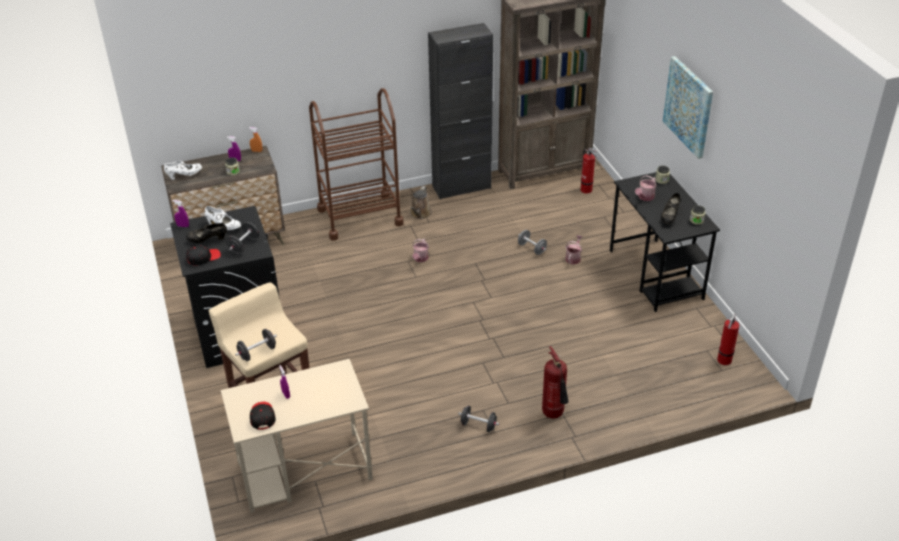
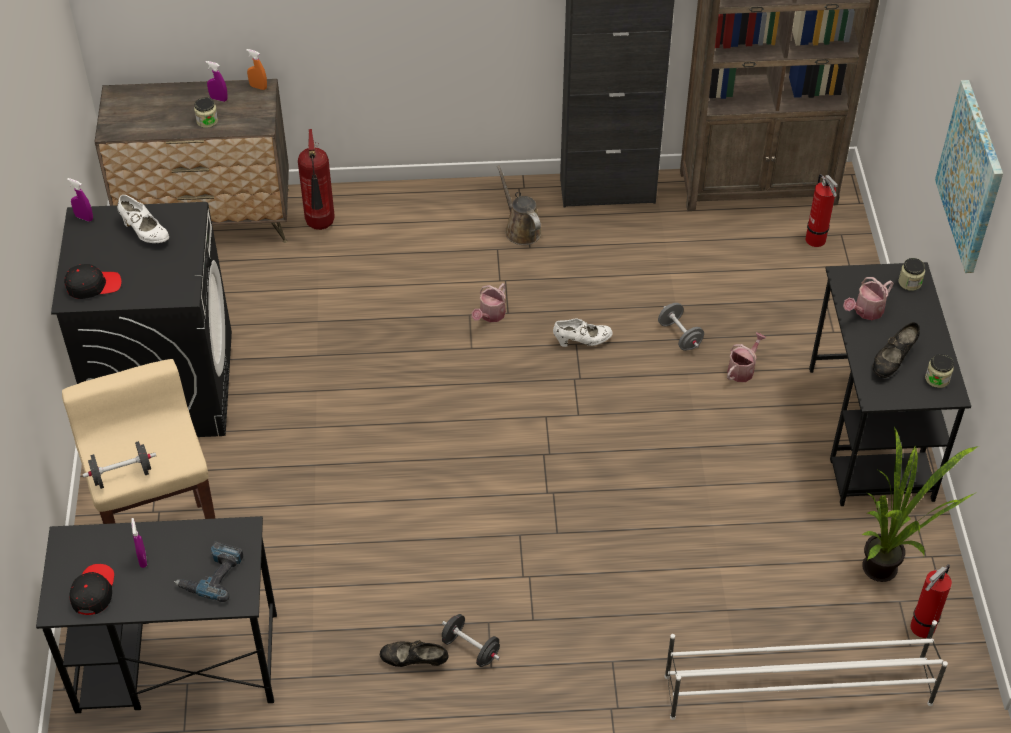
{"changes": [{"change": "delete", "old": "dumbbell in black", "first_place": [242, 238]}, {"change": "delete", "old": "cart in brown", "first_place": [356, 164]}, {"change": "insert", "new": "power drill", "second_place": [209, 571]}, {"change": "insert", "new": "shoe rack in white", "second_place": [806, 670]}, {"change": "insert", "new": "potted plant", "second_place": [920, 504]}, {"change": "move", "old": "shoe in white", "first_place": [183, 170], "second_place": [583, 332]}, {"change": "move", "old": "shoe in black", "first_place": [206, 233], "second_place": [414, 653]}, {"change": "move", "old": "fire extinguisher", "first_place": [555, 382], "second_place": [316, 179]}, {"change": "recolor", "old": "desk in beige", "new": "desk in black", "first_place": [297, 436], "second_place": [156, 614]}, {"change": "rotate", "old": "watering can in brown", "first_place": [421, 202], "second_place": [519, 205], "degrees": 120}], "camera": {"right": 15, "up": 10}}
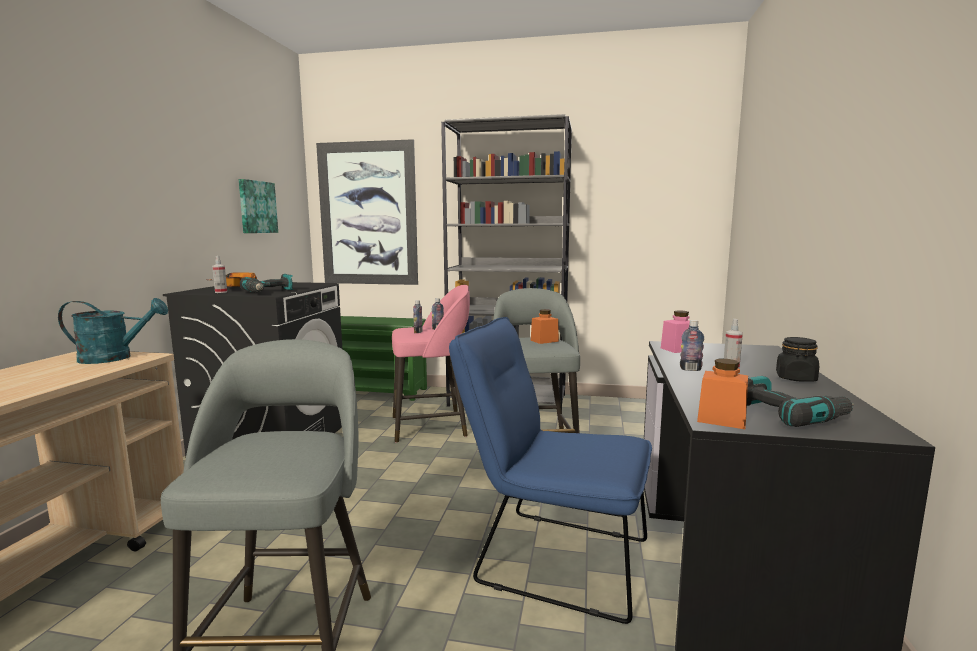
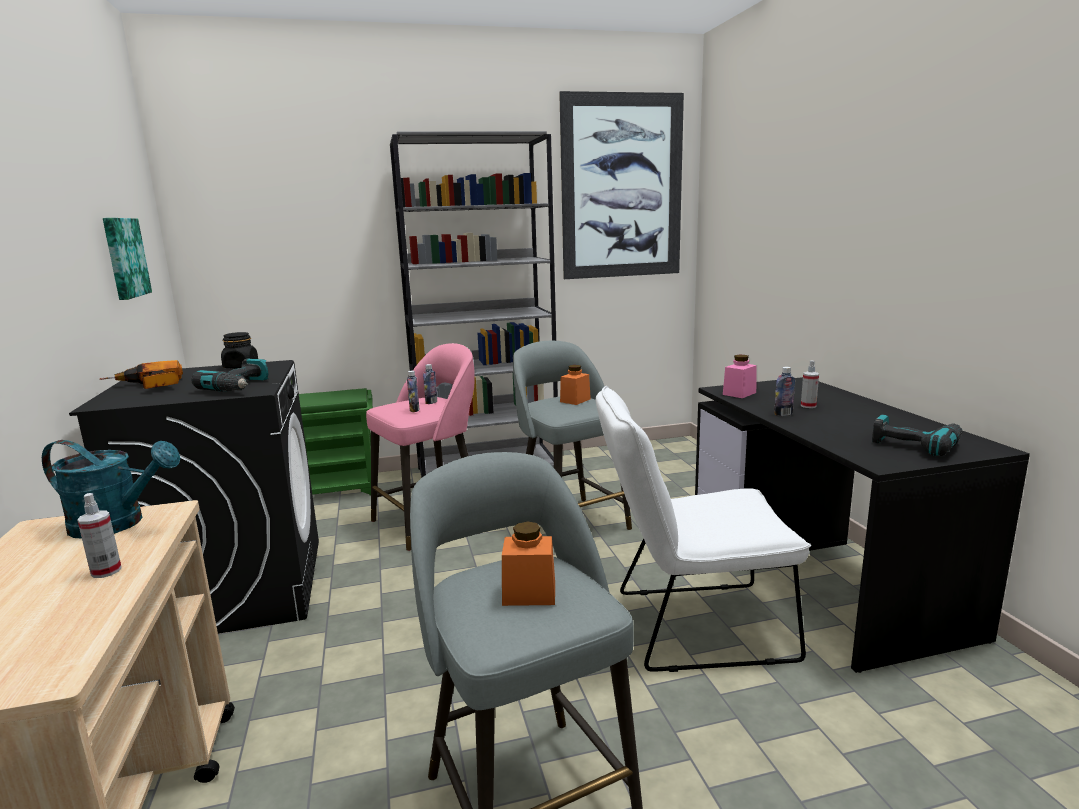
{"changes": [{"change": "move", "old": "spray bottle", "first_place": [219, 274], "second_place": [99, 535]}, {"change": "move", "old": "picture", "first_place": [367, 212], "second_place": [621, 185]}, {"change": "move", "old": "jar in orange", "first_place": [722, 394], "second_place": [528, 563]}, {"change": "move", "old": "jar in black", "first_place": [797, 359], "second_place": [239, 350]}, {"change": "recolor", "old": "chair in blue", "new": "chair in white", "first_place": [550, 470], "second_place": [703, 529]}, {"change": "rotate", "old": "watering can in turquoise", "first_place": [113, 331], "second_place": [111, 489], "degrees": 45}], "camera": {"right": -25, "up": 5}}
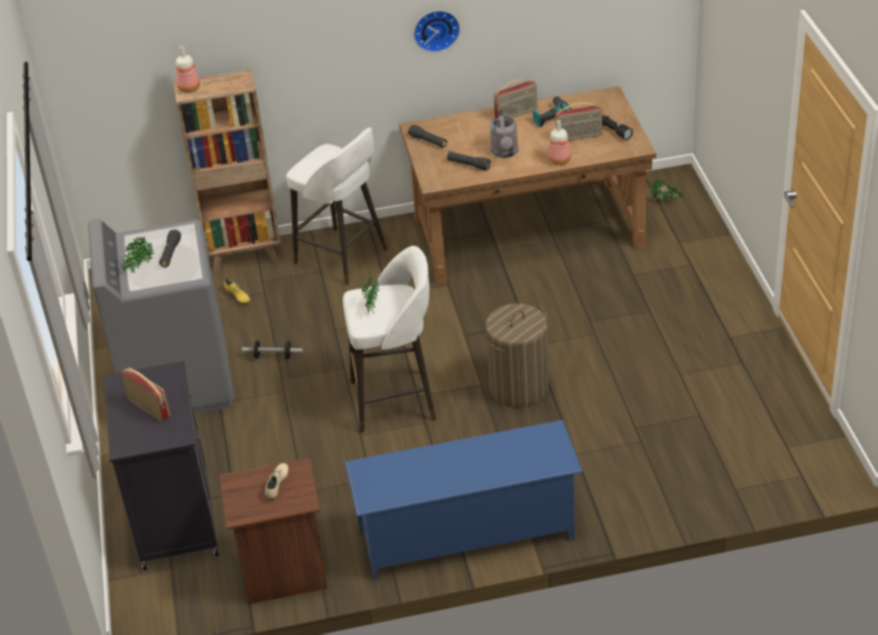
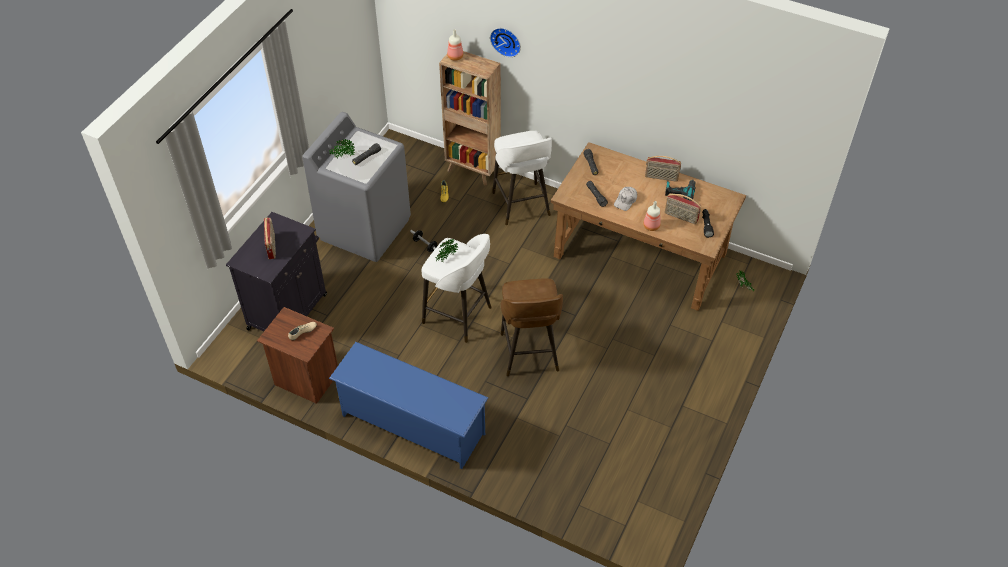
{"changes": [{"change": "move", "old": "wall clock", "first_place": [437, 31], "second_place": [505, 42]}, {"change": "replace", "old": "laundry basket", "new": "stool in brown", "first_place": [517, 355], "second_place": [532, 327]}, {"change": "replace", "old": "watering can in grey", "new": "cap in white", "first_place": [504, 133], "second_place": [625, 199]}], "camera": {"right": 35, "up": 10}}
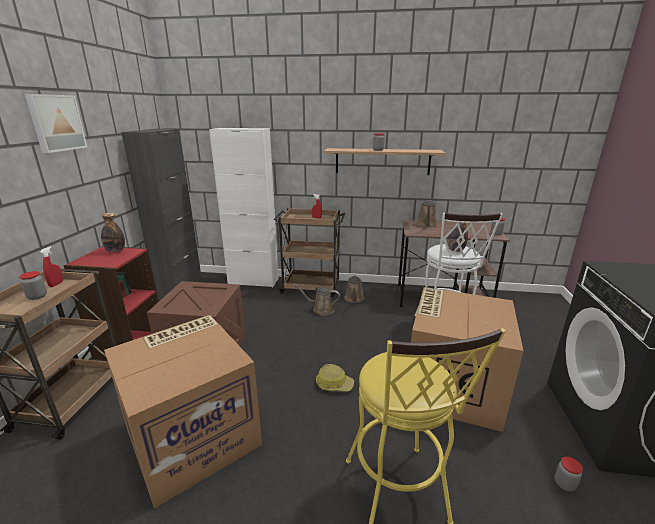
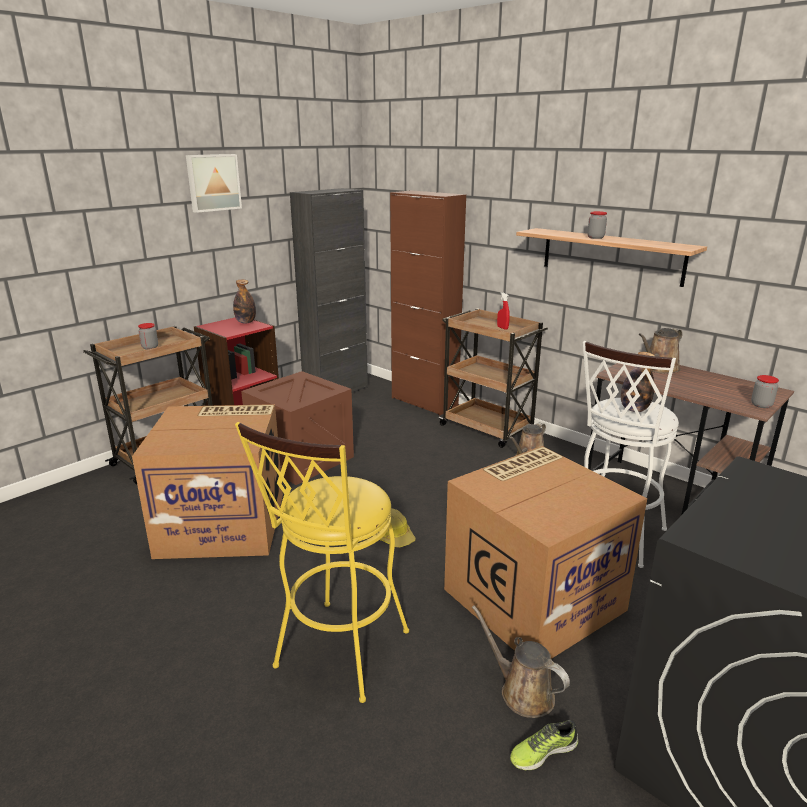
{"changes": [{"change": "delete", "old": "spray bottle in red", "first_place": [51, 266]}, {"change": "move", "old": "watering can in brown", "first_place": [316, 299], "second_place": [521, 661]}, {"change": "replace", "old": "jar", "new": "shoe", "first_place": [569, 473], "second_place": [544, 745]}, {"change": "recolor", "old": "cabinet in white", "new": "cabinet in brown", "first_place": [244, 208], "second_place": [428, 302]}], "camera": {"right": 35, "up": 0}}
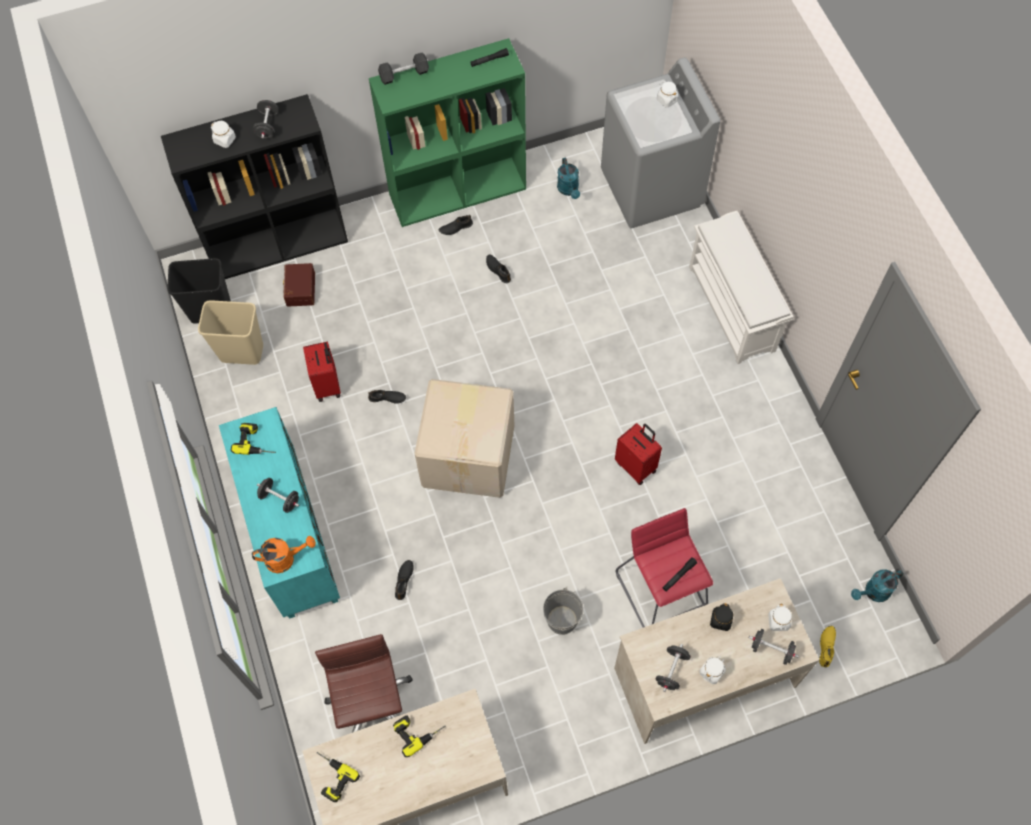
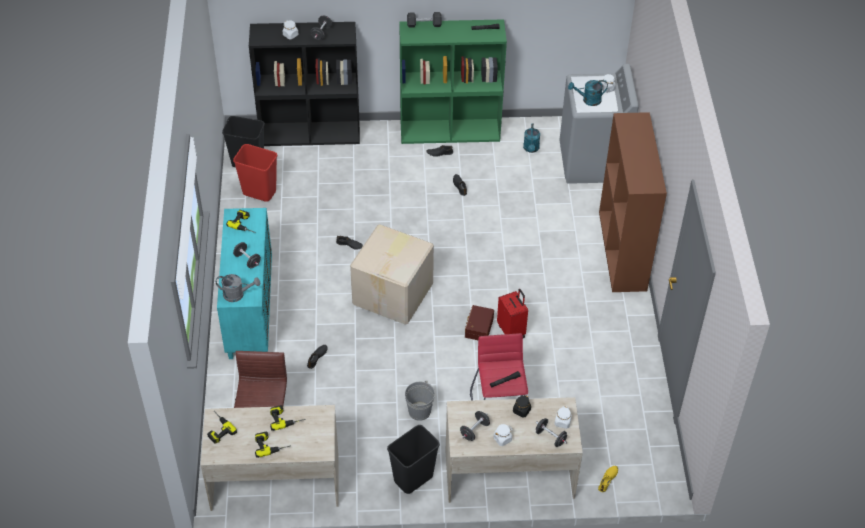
{"changes": [{"change": "delete", "old": "suitcase in red", "first_place": [322, 371]}, {"change": "insert", "new": "power drill", "second_place": [273, 444]}, {"change": "insert", "new": "trash can in black", "second_place": [413, 459]}, {"change": "move", "old": "storage box in brown", "first_place": [299, 285], "second_place": [479, 322]}, {"change": "move", "old": "watering can in turquoise", "first_place": [877, 585], "second_place": [588, 93]}, {"change": "replace", "old": "shoe rack in white", "new": "bookcase in brown", "first_place": [741, 287], "second_place": [633, 202]}, {"change": "recolor", "old": "trash can in beige", "new": "trash can in red", "first_place": [230, 332], "second_place": [255, 173]}, {"change": "recolor", "old": "watering can in orange", "new": "watering can in grey", "first_place": [284, 554], "second_place": [238, 288]}], "camera": {"right": 15, "up": -15}}
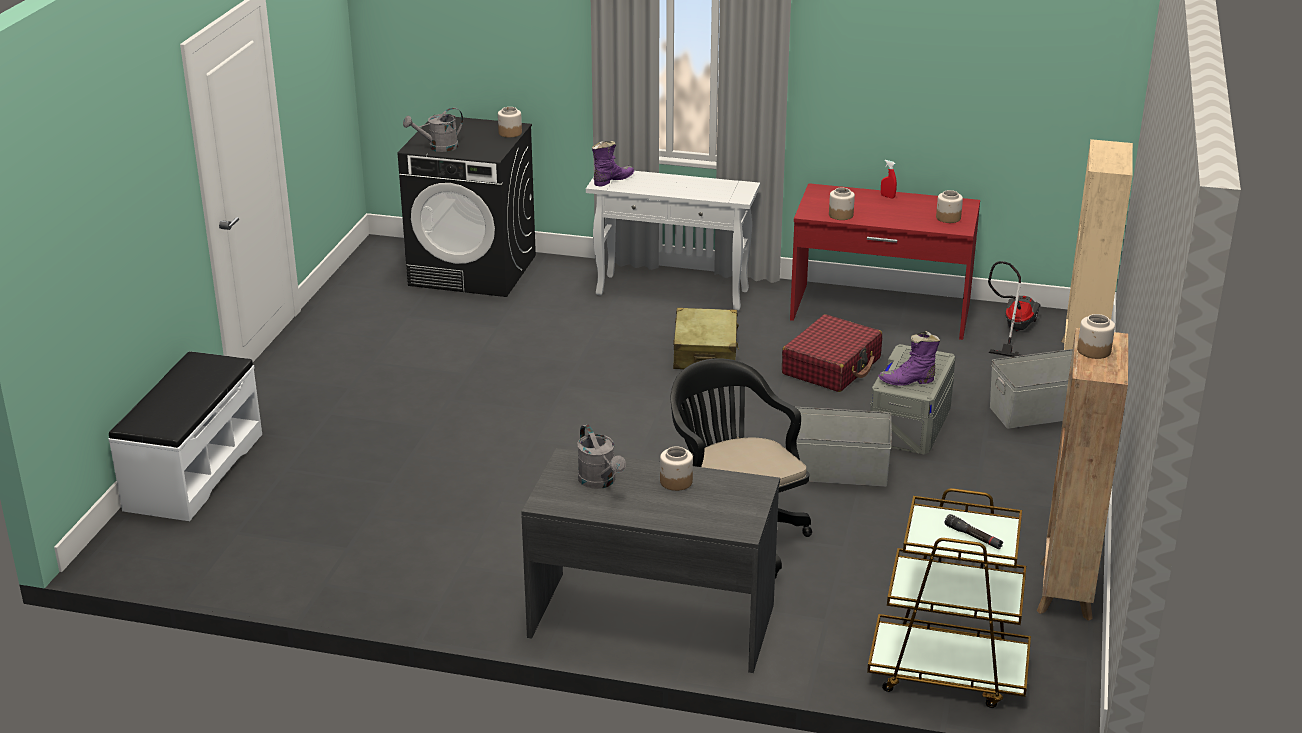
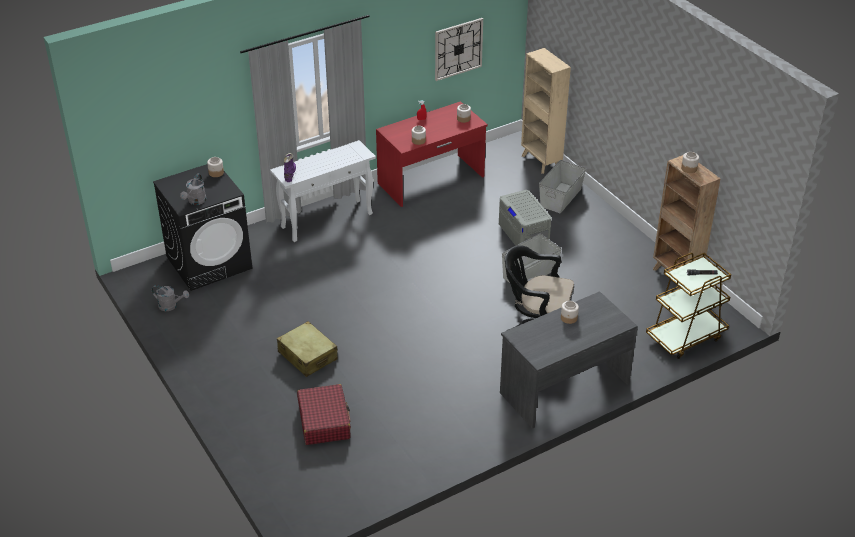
{"changes": [{"change": "delete", "old": "bench in white", "first_place": [185, 436]}, {"change": "delete", "old": "boot in purple", "first_place": [909, 358]}, {"change": "delete", "old": "vacuum cleaner", "first_place": [1014, 309]}, {"change": "insert", "new": "wall clock", "second_place": [459, 49]}, {"change": "move", "old": "watering can in grey", "first_place": [601, 456], "second_place": [170, 298]}, {"change": "move", "old": "suitcase in beige", "first_place": [706, 338], "second_place": [307, 349]}, {"change": "move", "old": "suitcase in red", "first_place": [832, 353], "second_place": [324, 414]}], "camera": {"right": -45, "up": 10}}
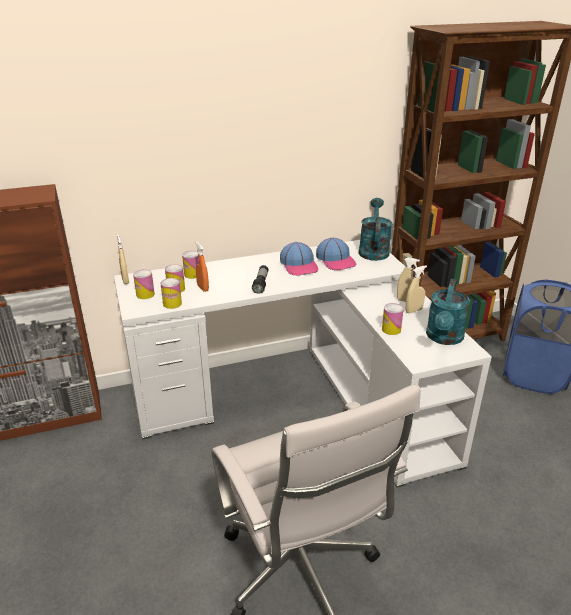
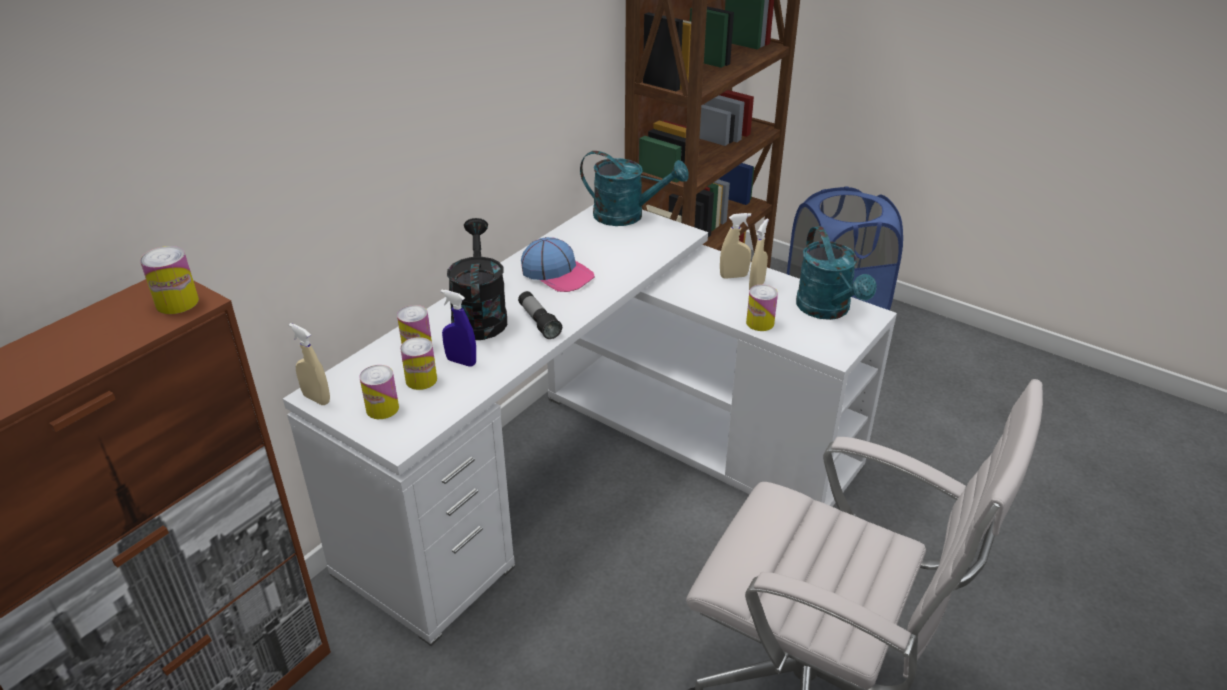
{"changes": [{"change": "delete", "old": "cap", "first_place": [336, 253]}, {"change": "insert", "new": "watering can in black", "second_place": [477, 279]}, {"change": "move", "old": "can", "first_place": [171, 293], "second_place": [169, 280]}, {"change": "recolor", "old": "spray bottle in orange", "new": "spray bottle in blue", "first_place": [202, 267], "second_place": [458, 328]}, {"change": "rotate", "old": "watering can in turquoise", "first_place": [375, 229], "second_place": [634, 188], "degrees": 135}], "camera": {"right": -35, "up": 5}}
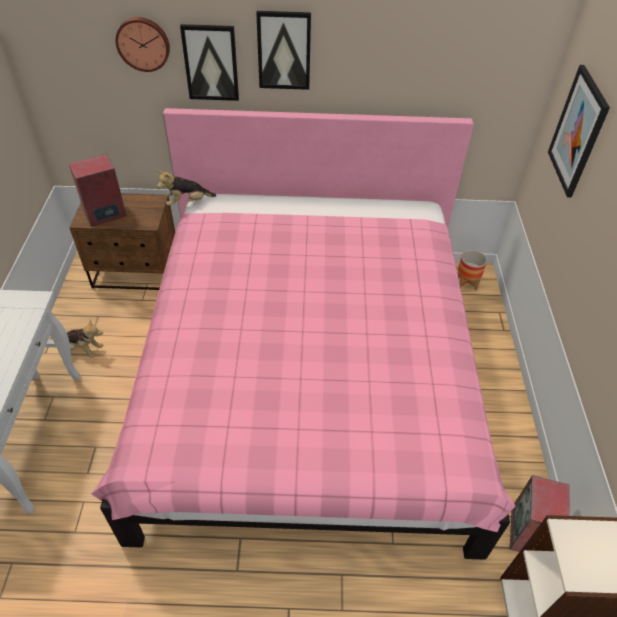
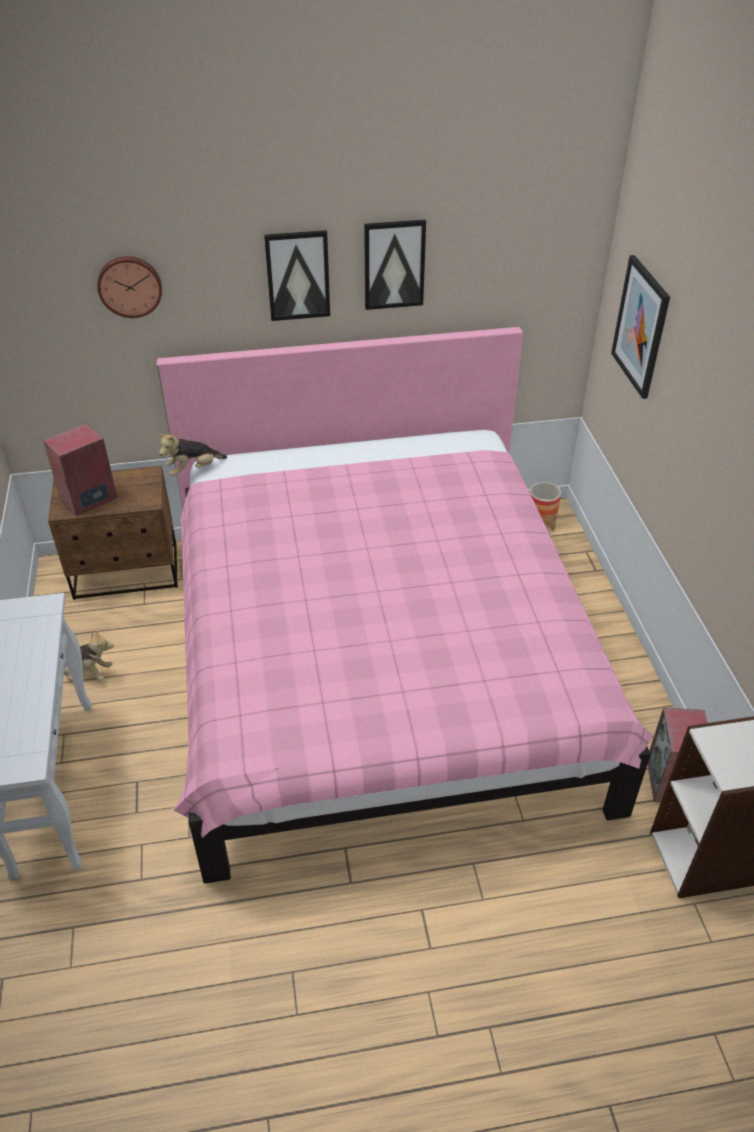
{"changes": [{"change": "move", "old": "picture", "first_place": [209, 62], "second_place": [395, 264]}], "camera": {"right": -10, "up": -5}}
